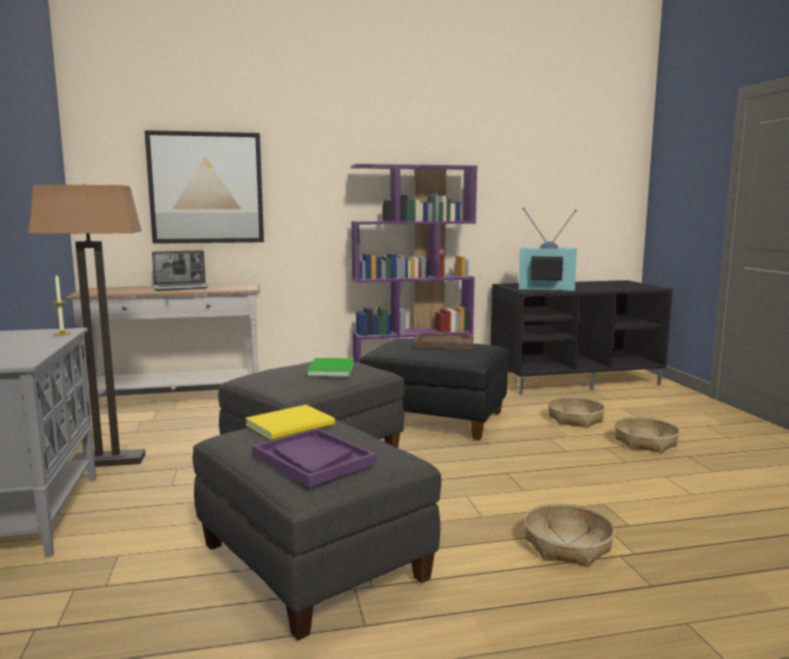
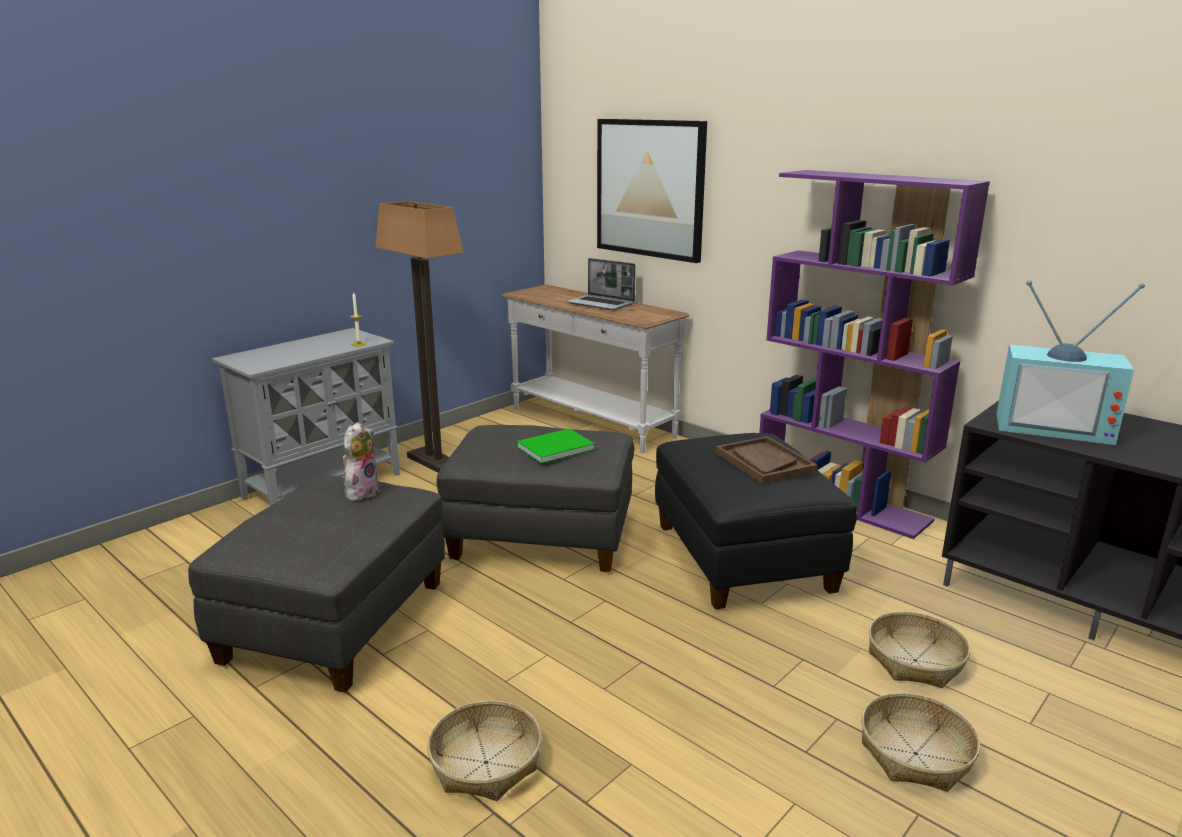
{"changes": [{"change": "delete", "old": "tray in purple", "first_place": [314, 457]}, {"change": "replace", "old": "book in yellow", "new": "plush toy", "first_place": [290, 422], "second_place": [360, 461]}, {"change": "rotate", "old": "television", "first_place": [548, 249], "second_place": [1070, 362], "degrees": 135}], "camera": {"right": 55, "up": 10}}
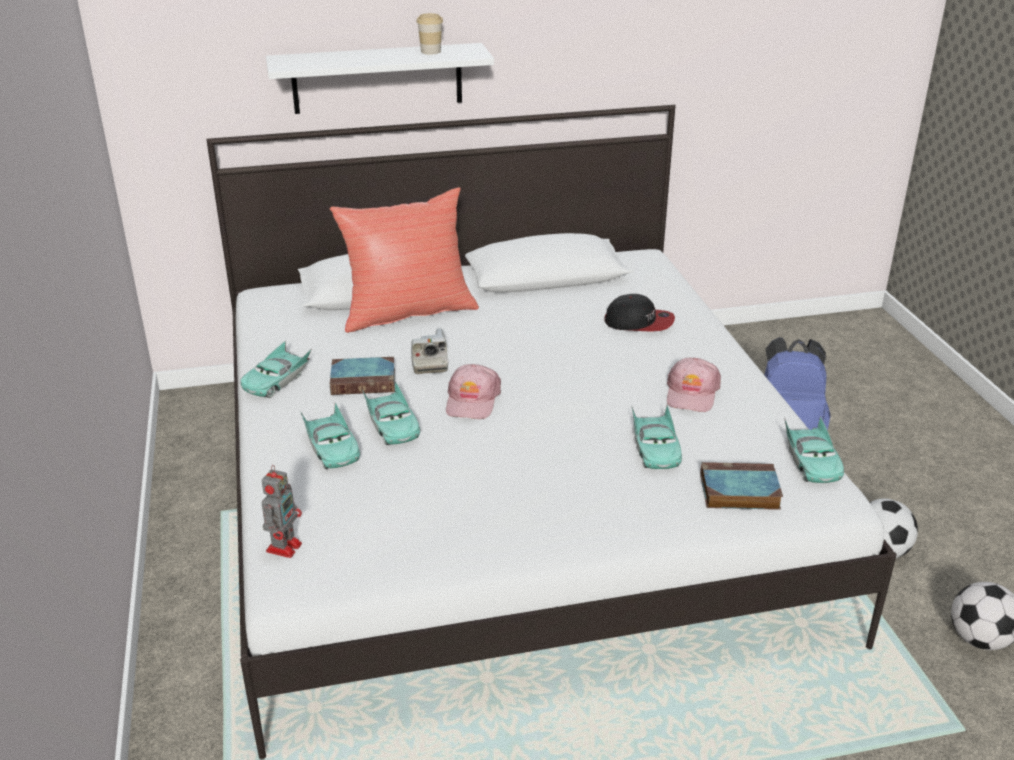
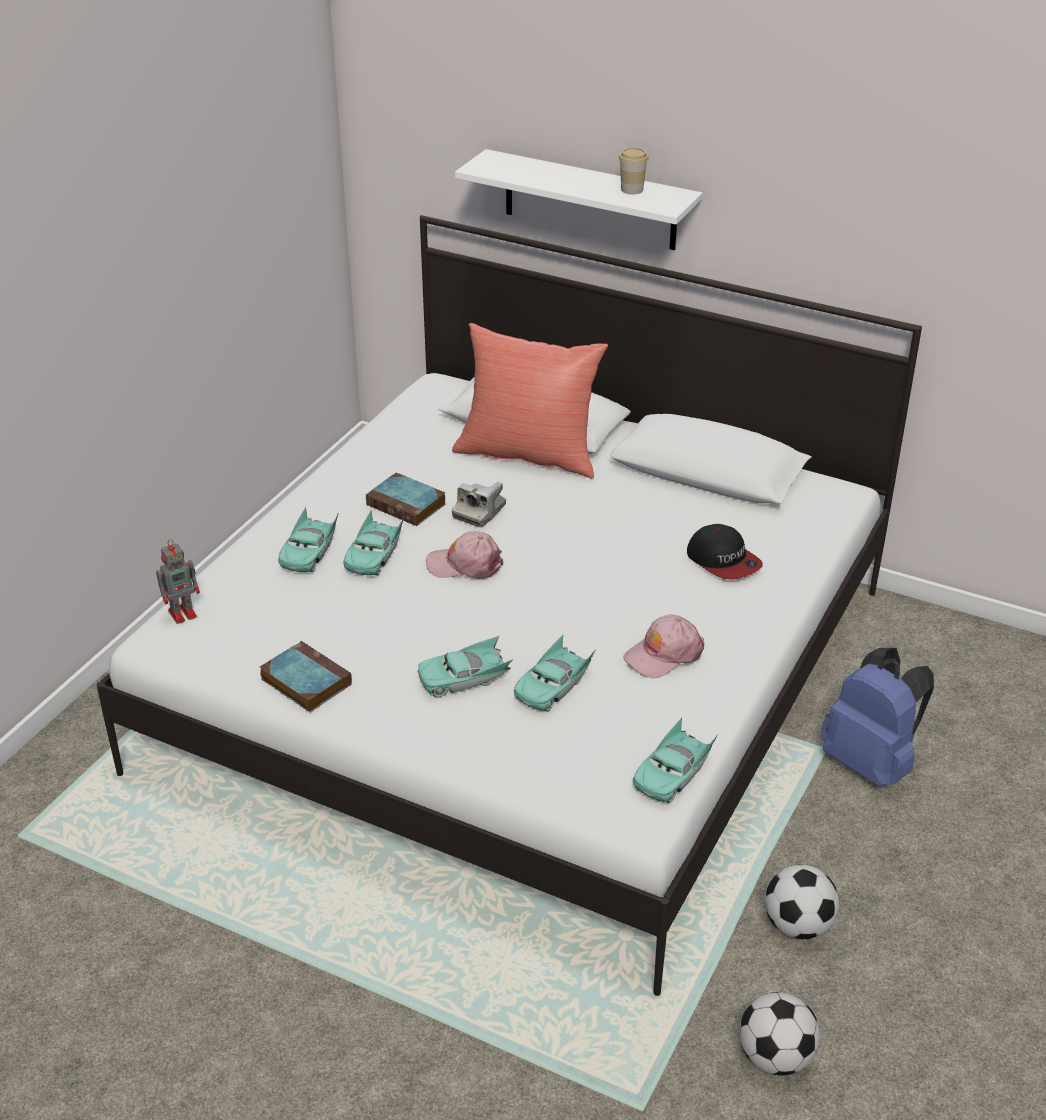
{"changes": [{"change": "move", "old": "toy car in turquoise", "first_place": [276, 369], "second_place": [464, 666]}, {"change": "move", "old": "book", "first_place": [741, 486], "second_place": [306, 676]}, {"change": "rotate", "old": "cap in pink", "first_place": [473, 391], "second_place": [464, 555], "degrees": 45}], "camera": {"right": 40, "up": 5}}
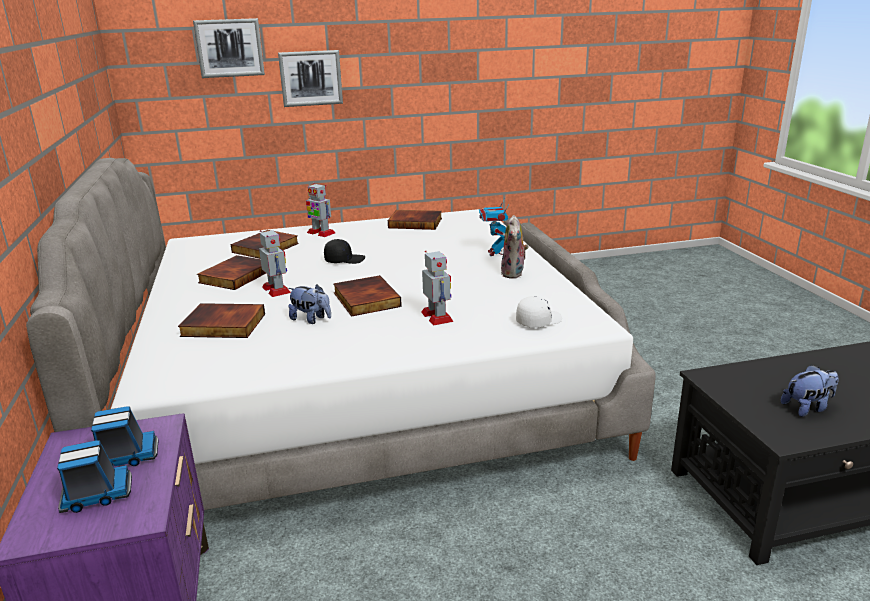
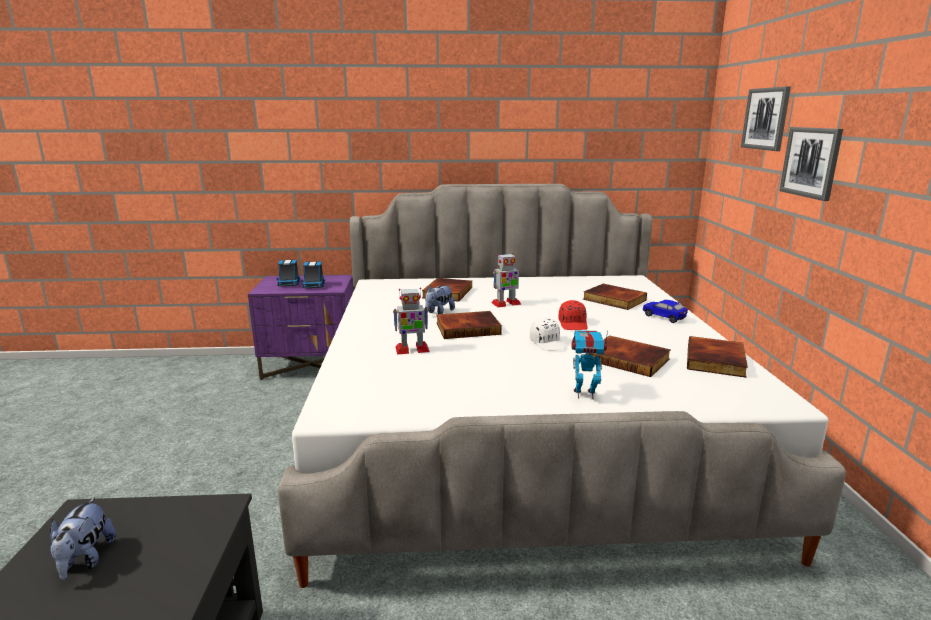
{"changes": [{"change": "delete", "old": "plush toy", "first_place": [515, 247]}, {"change": "move", "old": "book", "first_place": [231, 272], "second_place": [630, 356]}, {"change": "move", "old": "cap in white", "first_place": [539, 312], "second_place": [548, 334]}, {"change": "replace", "old": "toy robot", "new": "toy car", "first_place": [320, 210], "second_place": [665, 311]}, {"change": "recolor", "old": "cap in black", "new": "cap in red", "first_place": [344, 251], "second_place": [573, 315]}], "camera": {"right": 100, "up": -5}}
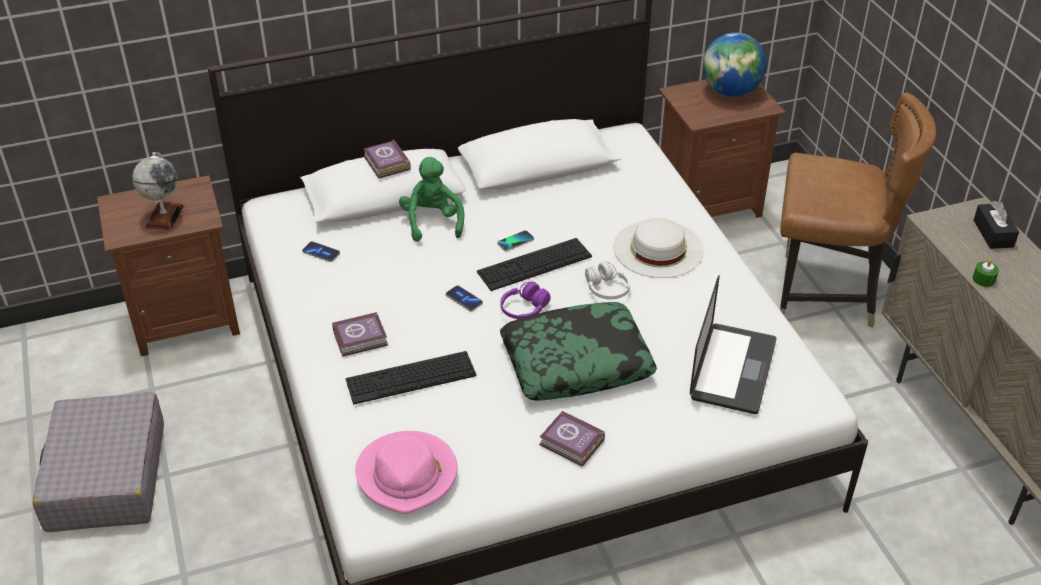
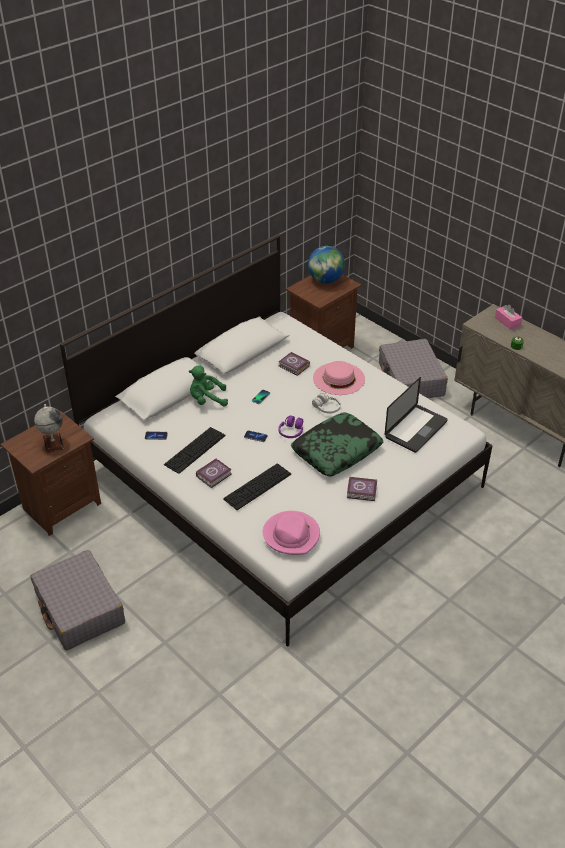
{"changes": [{"change": "move", "old": "book", "first_place": [387, 159], "second_place": [294, 364]}, {"change": "move", "old": "keyboard", "first_place": [534, 264], "second_place": [194, 450]}, {"change": "replace", "old": "chair in brown", "new": "suitcase in grey", "first_place": [858, 210], "second_place": [413, 368]}, {"change": "recolor", "old": "hat in white", "new": "hat in pink", "first_place": [658, 248], "second_place": [339, 378]}, {"change": "recolor", "old": "tissue box in black", "new": "tissue box in pink", "first_place": [996, 225], "second_place": [508, 317]}, {"change": "rotate", "old": "plush toy in green", "first_place": [431, 199], "second_place": [208, 386], "degrees": -60}, {"change": "rotate", "old": "laptop", "first_place": [733, 344], "second_place": [416, 415], "degrees": 45}], "camera": {"right": -25, "up": 0}}
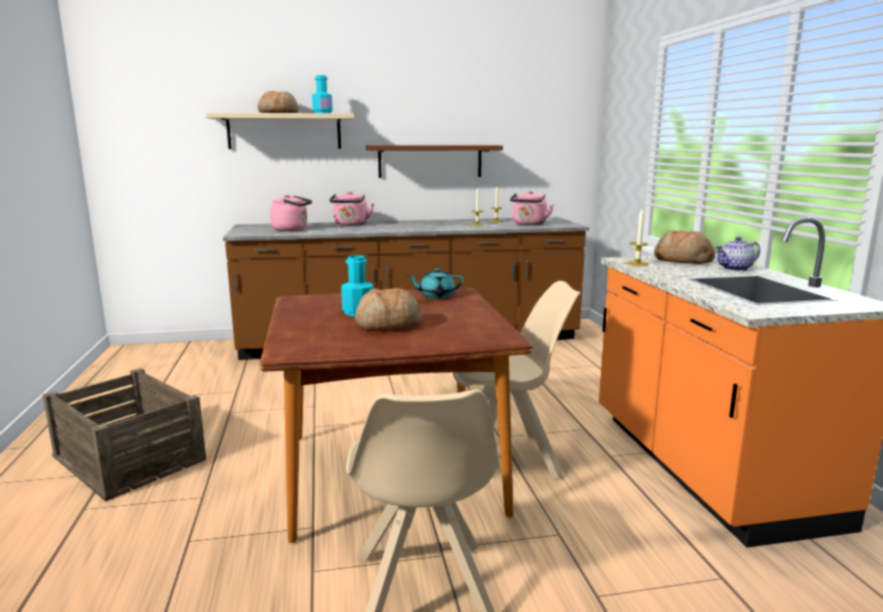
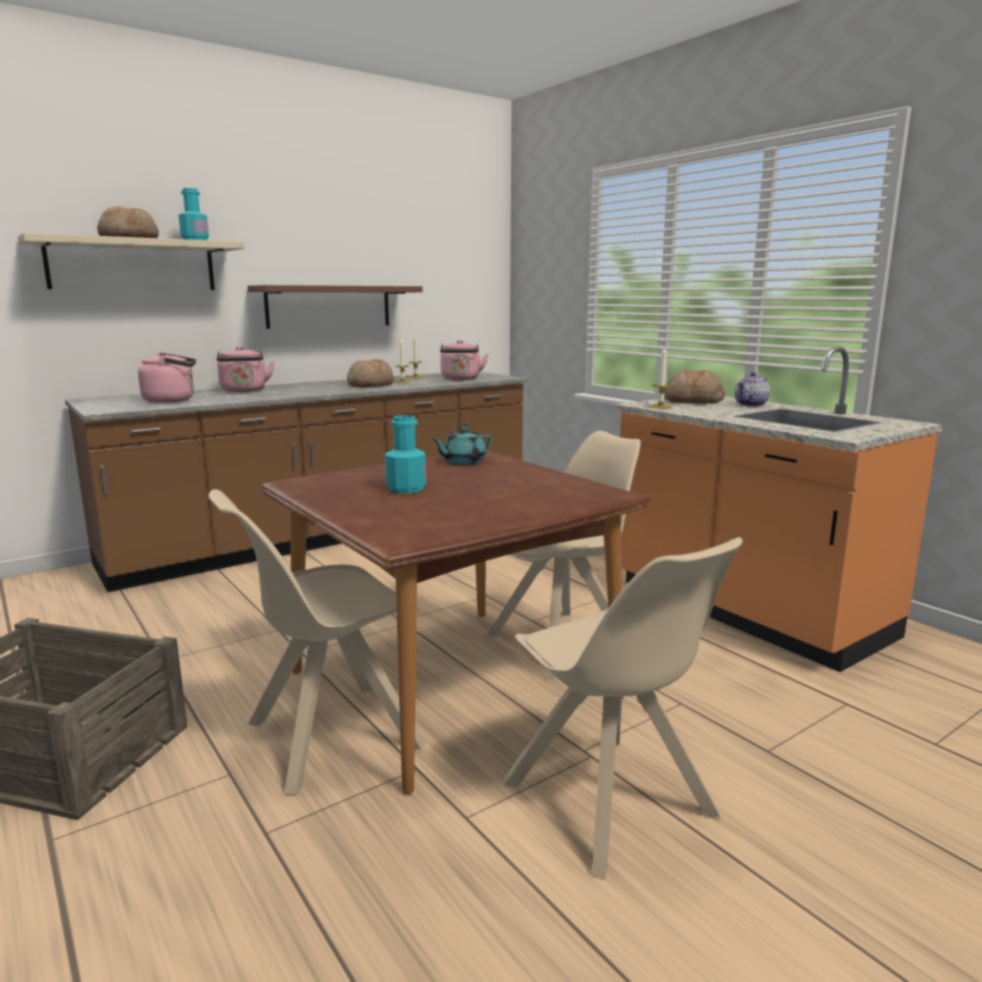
{"changes": [{"change": "insert", "new": "chair in beige", "second_place": [317, 642]}, {"change": "move", "old": "bread", "first_place": [388, 309], "second_place": [370, 373]}], "camera": {"right": -25, "up": 0}}
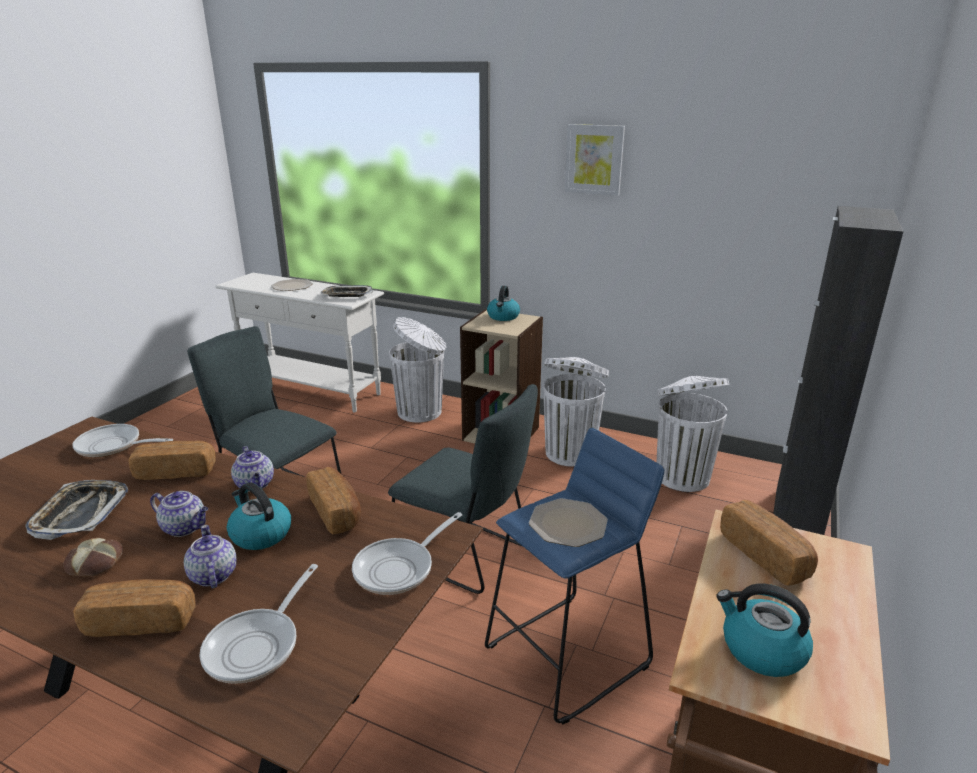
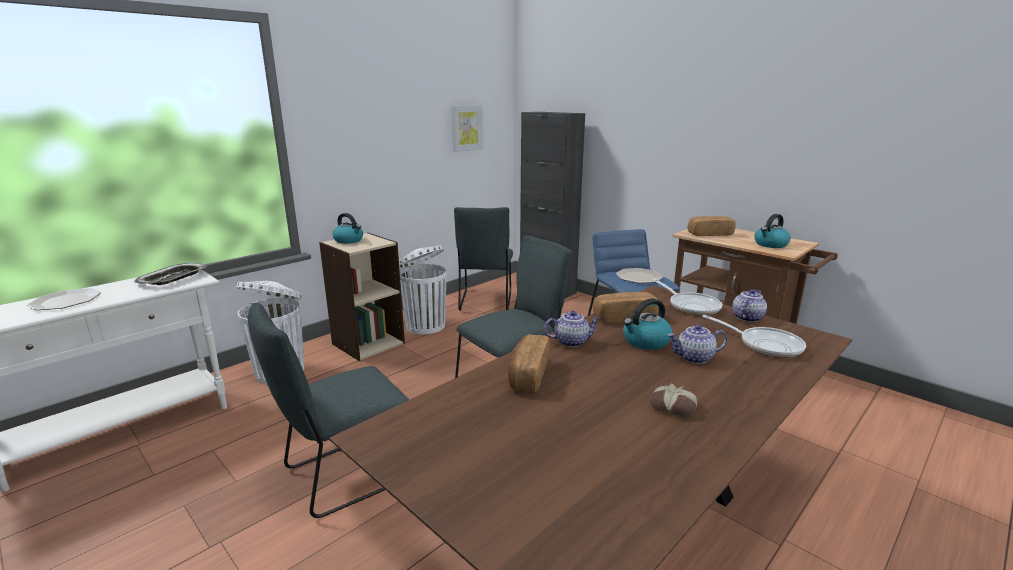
{"changes": [{"change": "delete", "old": "tray", "first_place": [77, 510]}, {"change": "delete", "old": "frying pan", "first_place": [123, 440]}, {"change": "delete", "old": "bread", "first_place": [134, 608]}, {"change": "move", "old": "teapot", "first_place": [179, 514], "second_place": [749, 305]}, {"change": "move", "old": "picture", "first_place": [595, 160], "second_place": [467, 128]}, {"change": "replace", "old": "trash can in white", "new": "chair in grey", "first_place": [692, 434], "second_place": [483, 259]}], "camera": {"right": -70, "up": -5}}
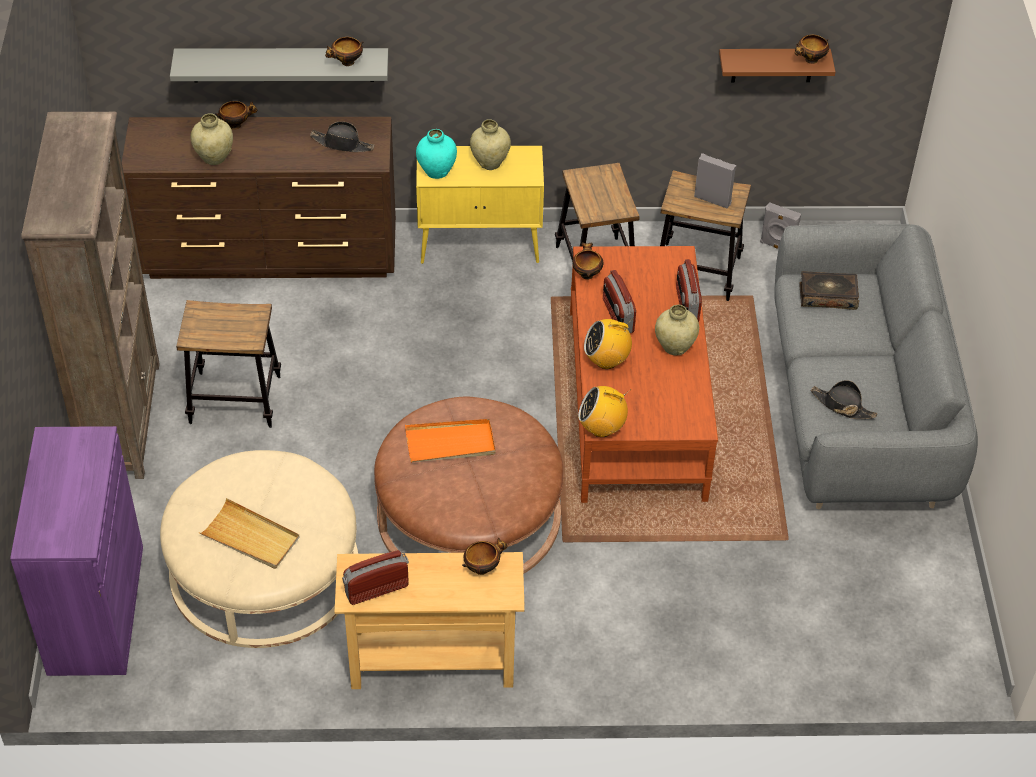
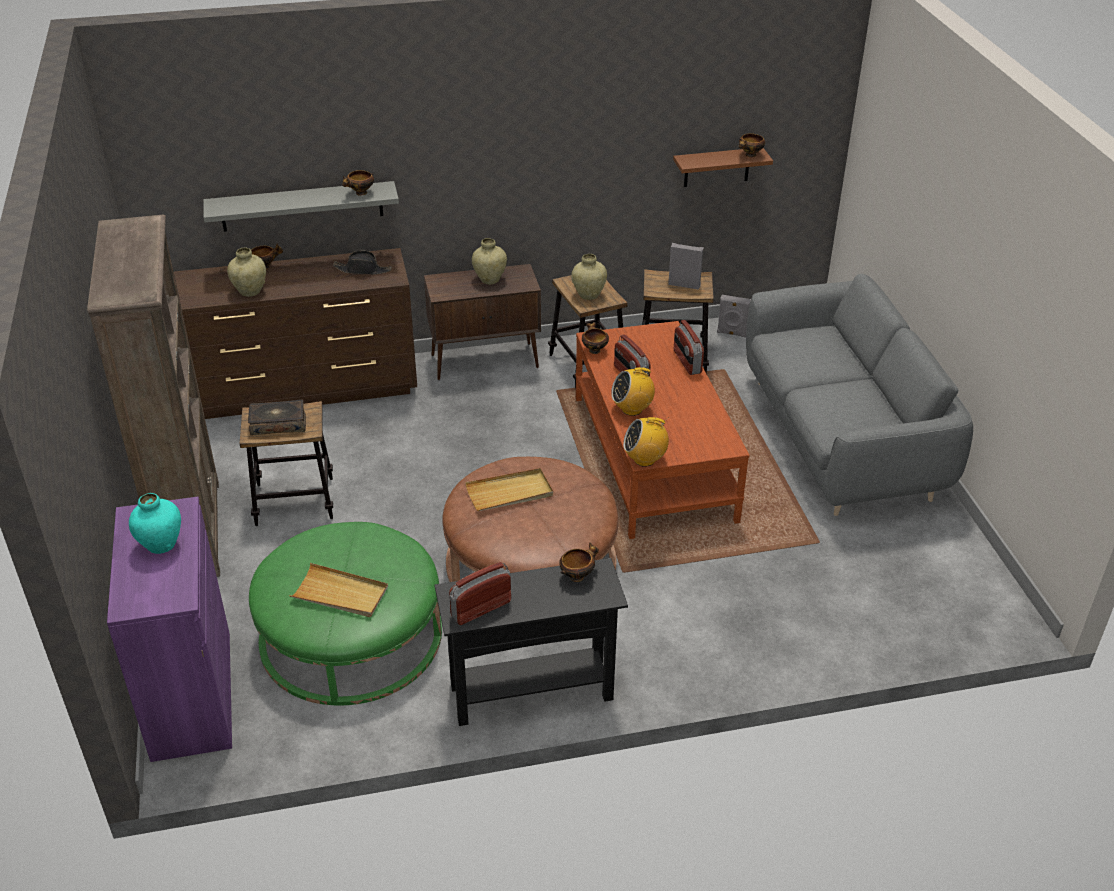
{"changes": [{"change": "delete", "old": "hat in black", "first_place": [844, 399]}, {"change": "move", "old": "vase in turquoise", "first_place": [436, 154], "second_place": [155, 523]}, {"change": "move", "old": "vase in beige", "first_place": [677, 330], "second_place": [589, 277]}, {"change": "move", "old": "book", "first_place": [829, 290], "second_place": [277, 417]}, {"change": "recolor", "old": "ottoman in beige", "new": "ottoman in green", "first_place": [259, 549], "second_place": [345, 613]}, {"change": "recolor", "old": "console table in beige", "new": "console table in black", "first_place": [429, 620], "second_place": [531, 642]}, {"change": "recolor", "old": "tray in orange", "new": "tray in beige", "first_place": [450, 440], "second_place": [509, 489]}, {"change": "recolor", "old": "cabinet in yellow", "new": "cabinet in brown", "first_place": [480, 205], "second_place": [482, 322]}], "camera": {"right": -10, "up": -10}}
